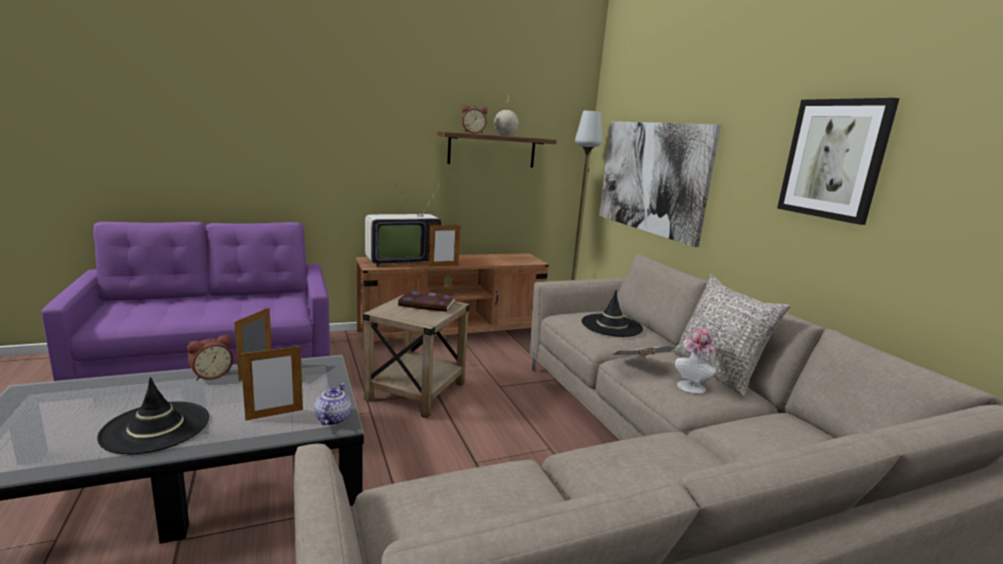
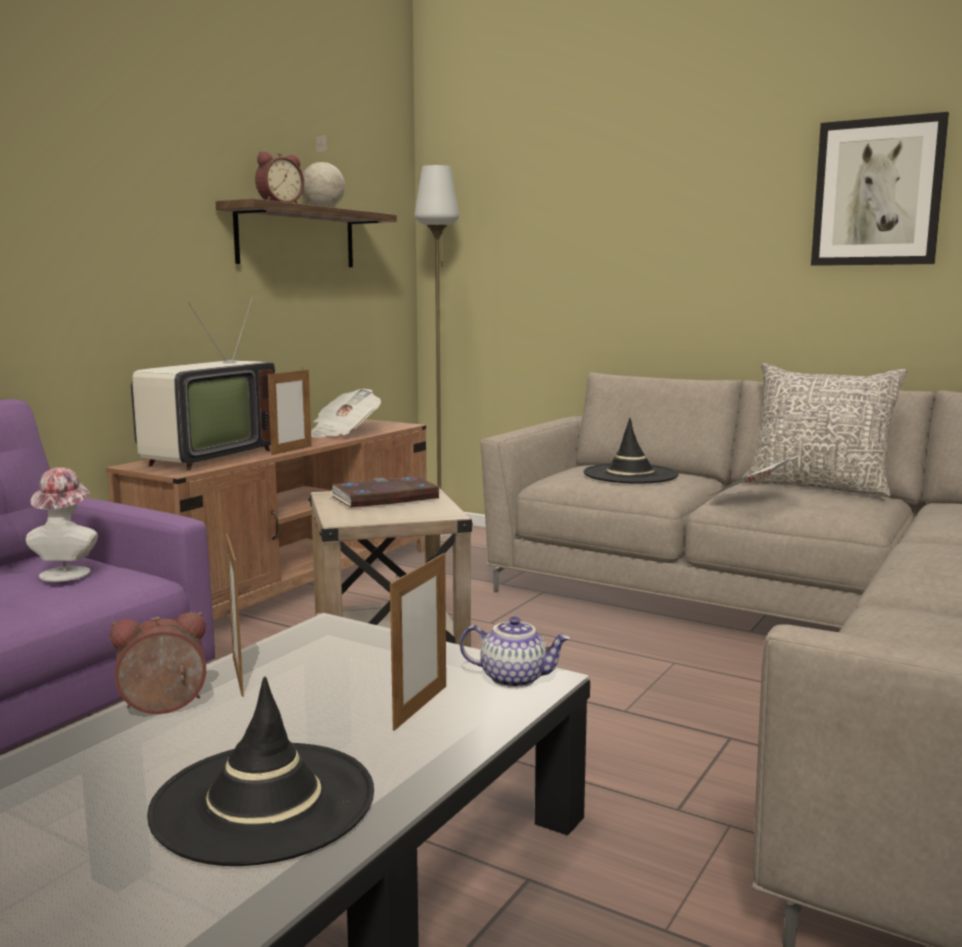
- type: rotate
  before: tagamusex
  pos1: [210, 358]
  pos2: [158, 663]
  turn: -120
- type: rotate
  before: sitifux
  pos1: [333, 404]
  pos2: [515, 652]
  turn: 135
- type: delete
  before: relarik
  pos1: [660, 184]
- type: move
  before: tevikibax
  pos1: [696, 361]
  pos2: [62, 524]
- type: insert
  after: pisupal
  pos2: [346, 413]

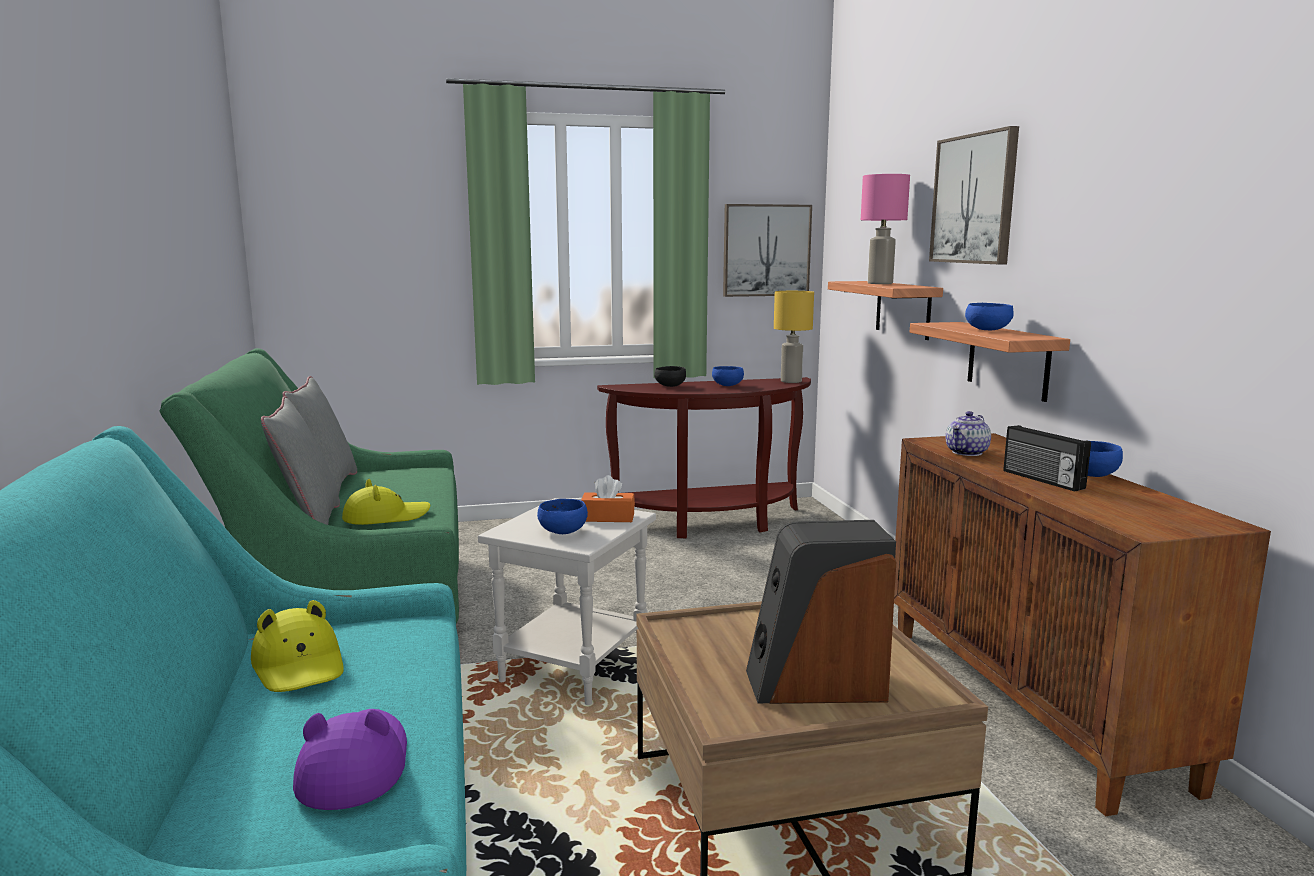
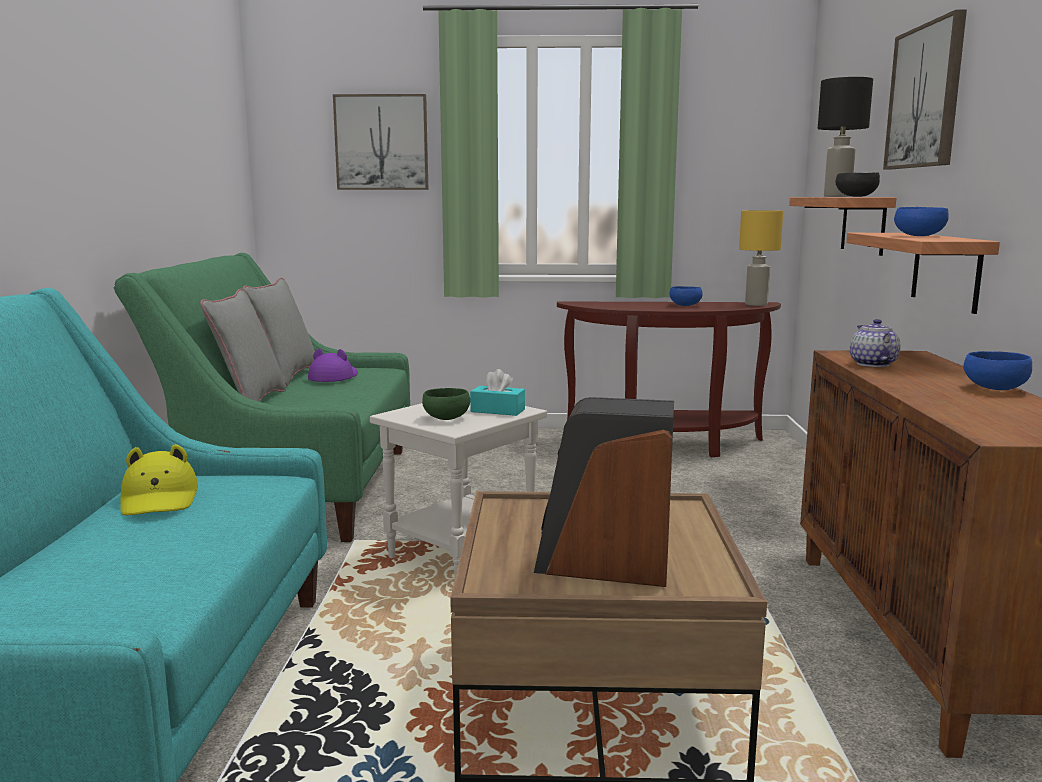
- type: move
  before: purple_tevikibax
  pos1: [350, 759]
  pos2: [333, 365]
- type: delete
  before: yellow_tevikibax
  pos1: [386, 502]
- type: recolor
  before: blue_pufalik
  after: green_pufalik
  pos1: [562, 516]
  pos2: [446, 404]
- type: recolor
  before: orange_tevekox
  after: turquoise_tevekox
  pos1: [608, 498]
  pos2: [497, 392]
- type: move
  before: black_pufalik
  pos1: [670, 376]
  pos2: [858, 185]
- type: move
  before: relarik
  pos1: [767, 250]
  pos2: [380, 142]
- type: recolor
  before: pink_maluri
  after: black_maluri
  pos1: [885, 229]
  pos2: [845, 137]
- type: rotate
  before: sitifux
  pos1: [968, 433]
  pos2: [875, 343]
  turn: 120
- type: delete
  before: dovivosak
  pos1: [1047, 458]

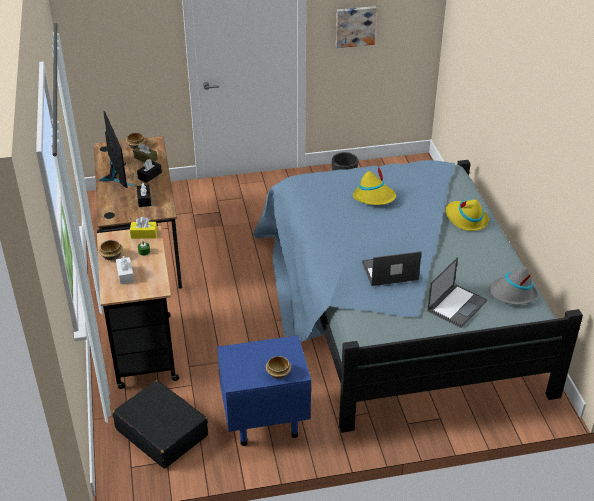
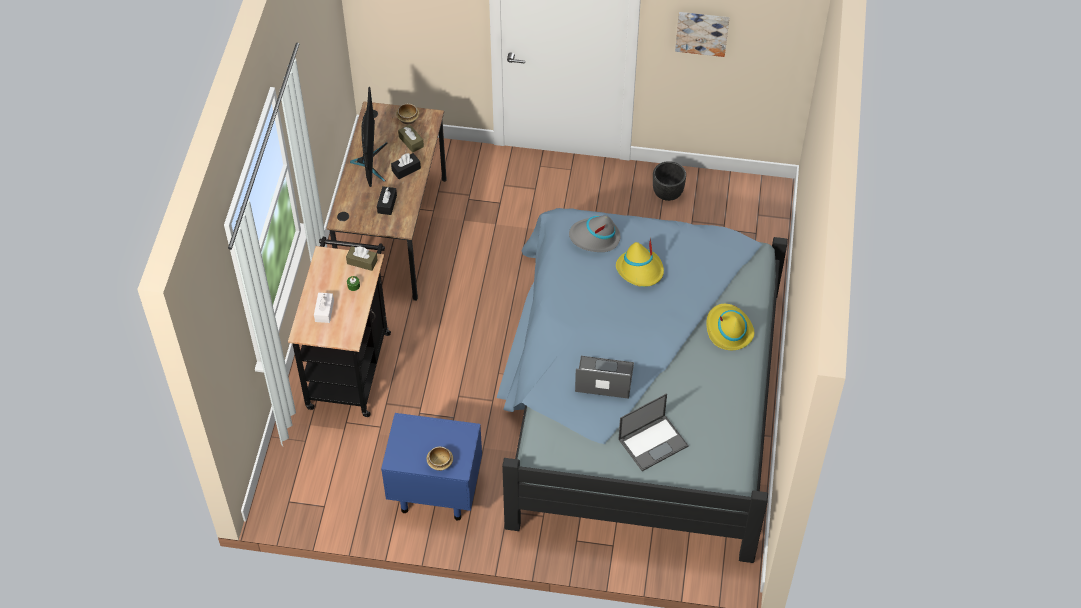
- type: delete
  before: pufalik
  pos1: [111, 250]
- type: delete
  before: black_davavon
  pos1: [160, 424]
- type: recolor
  before: yellow_tevekox
  after: brown_tevekox
  pos1: [143, 228]
  pos2: [362, 258]
- type: move
  before: grey_tevikibax
  pos1: [513, 286]
  pos2: [594, 233]

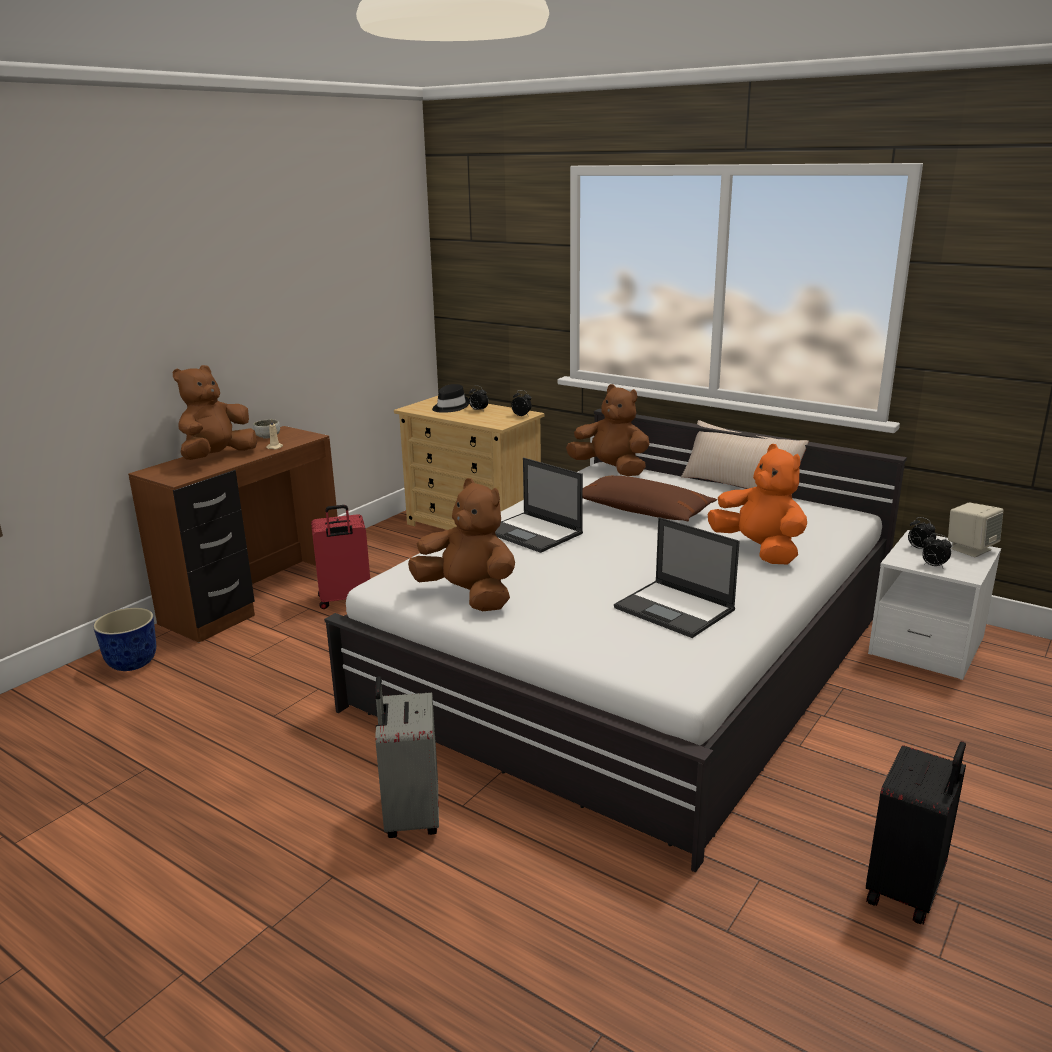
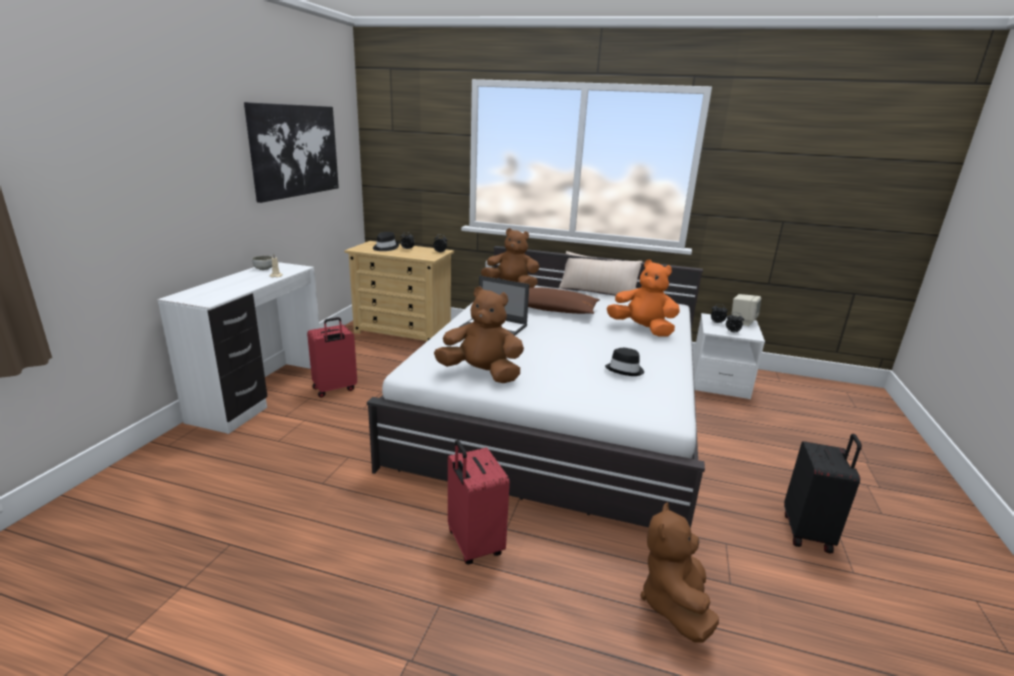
- type: delete
  before: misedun
  pos1: [124, 639]
- type: recolor
  before: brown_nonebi
  after: white_nonebi
  pos1: [233, 534]
  pos2: [238, 348]
- type: move
  before: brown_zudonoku
  pos1: [215, 412]
  pos2: [679, 572]
- type: recolor
  before: grey_davavon
  after: red_davavon
  pos1: [407, 757]
  pos2: [479, 502]
- type: replace
  before: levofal
  after: black_tevikibax
  pos1: [677, 577]
  pos2: [624, 362]
- type: insert
  after: relarik
  pos2: [291, 152]

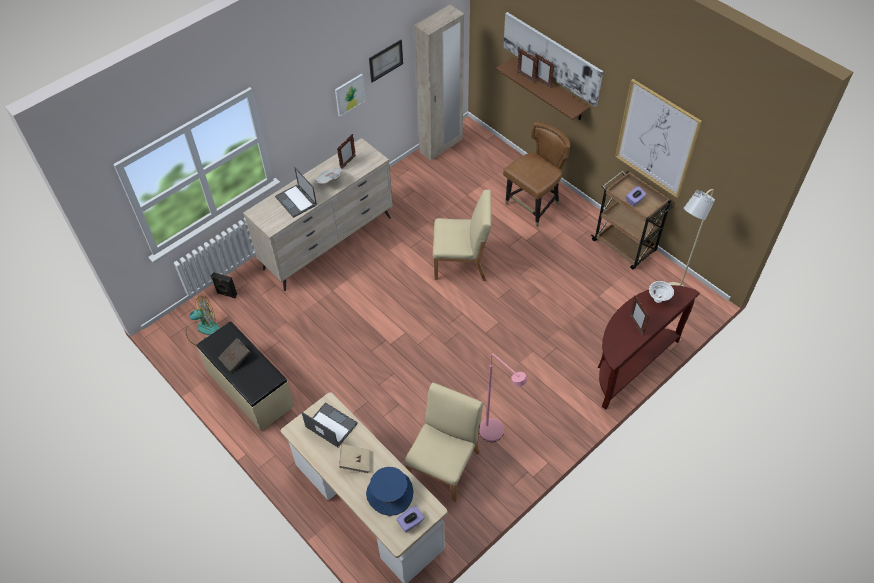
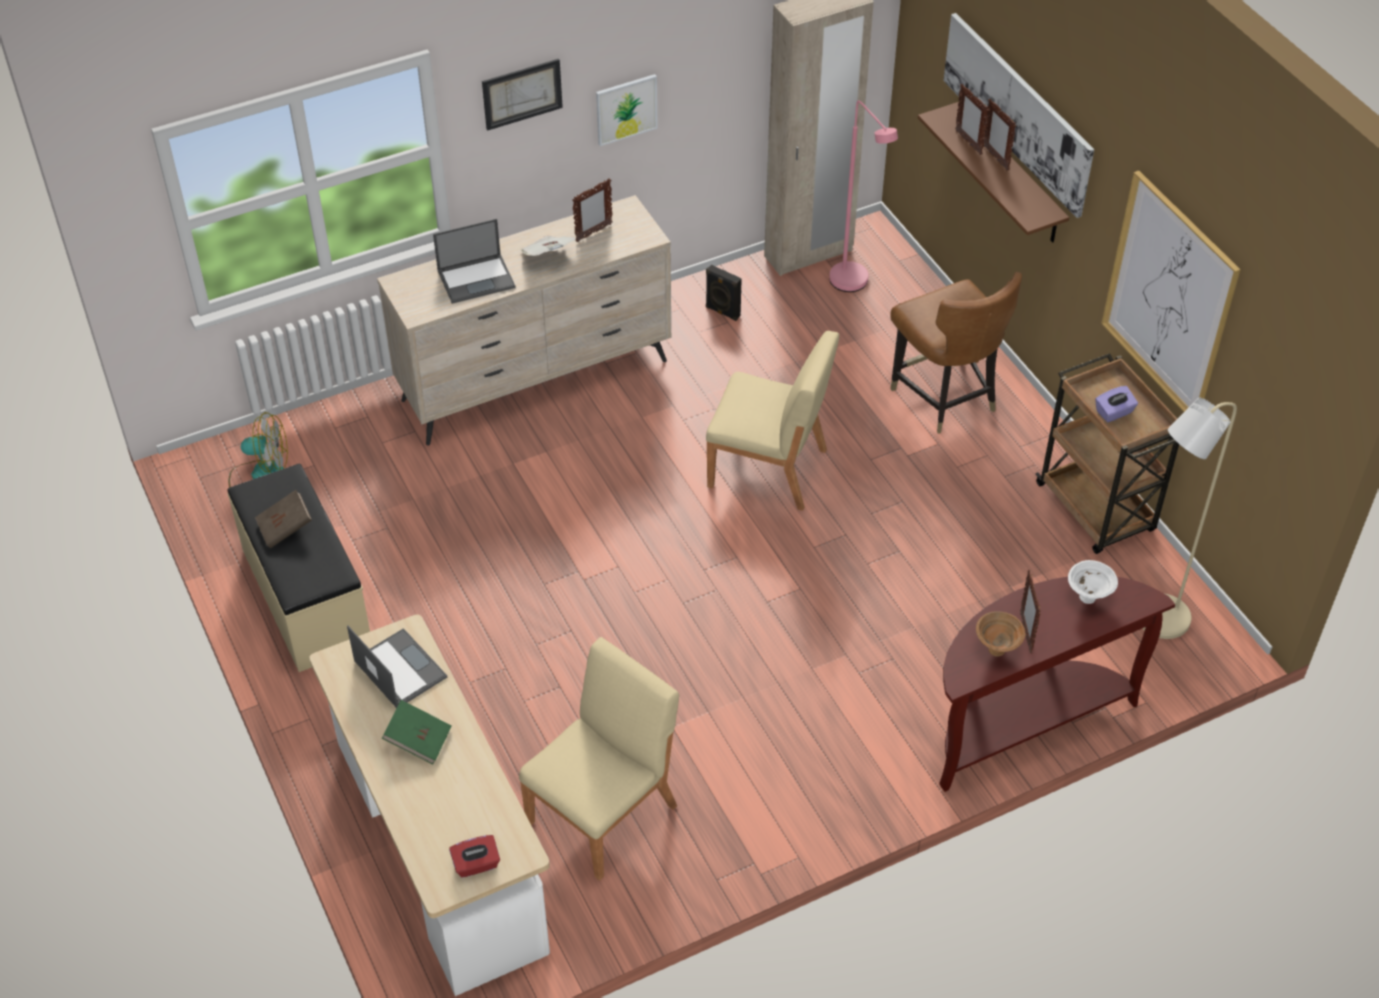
- type: move
  before: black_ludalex
  pos1: [224, 285]
  pos2: [724, 293]
- type: rotate
  before: levofal
  pos1: [296, 192]
  pos2: [474, 261]
  turn: -90
- type: recolor
  before: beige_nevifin
  after: green_nevifin
  pos1: [355, 458]
  pos2: [417, 732]
- type: delete
  before: blue_tevikibax
  pos1: [389, 491]
- type: move
  before: relarik
  pos1: [386, 61]
  pos2: [522, 95]
- type: recolor
  before: purple_tevekox
  after: red_tevekox
  pos1: [410, 519]
  pos2: [474, 856]
- type: move
  before: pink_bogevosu
  pos1: [503, 398]
  pos2: [863, 196]
- type: rotate
  before: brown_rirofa
  pos1: [536, 174]
  pos2: [956, 353]
  turn: 90
- type: insert
  after: brown_pufalik
  pos2: [1001, 634]

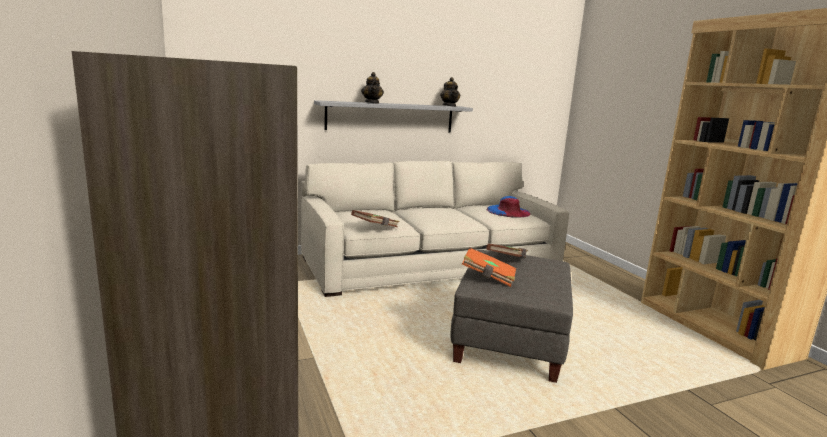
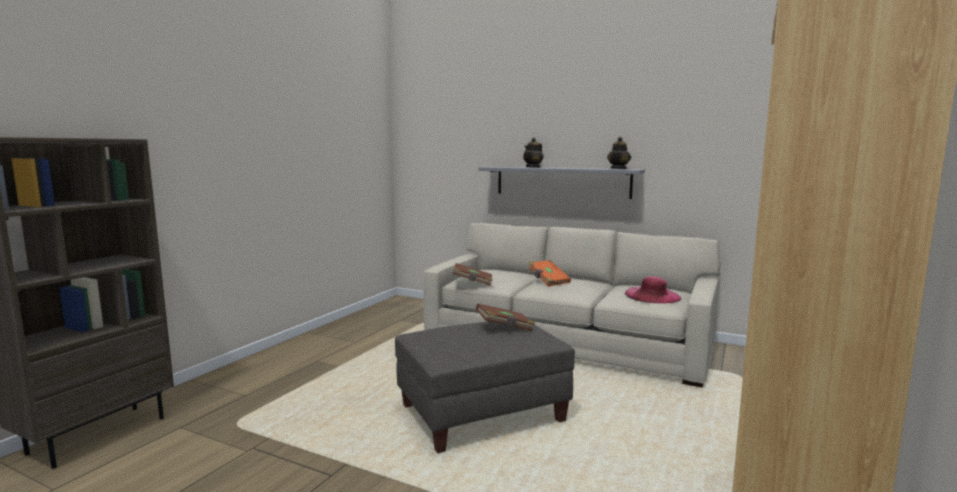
- type: move
  before: orange_nevifin
  pos1: [489, 267]
  pos2: [549, 273]
- type: recolor
  before: blue_tevikibax
  after: pink_tevikibax
  pos1: [508, 207]
  pos2: [653, 290]

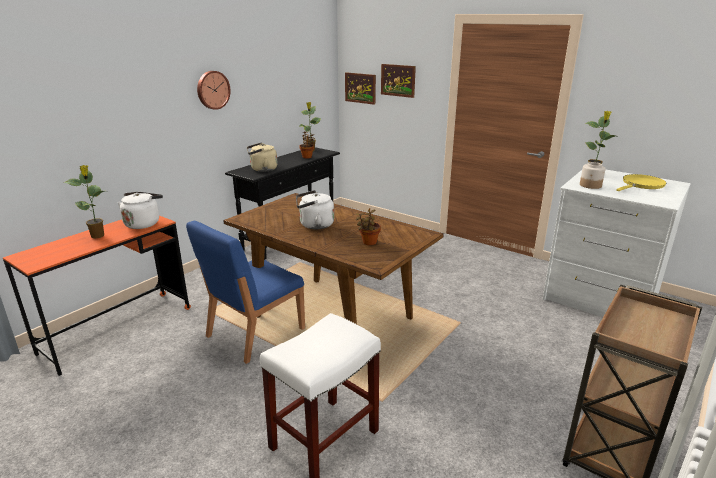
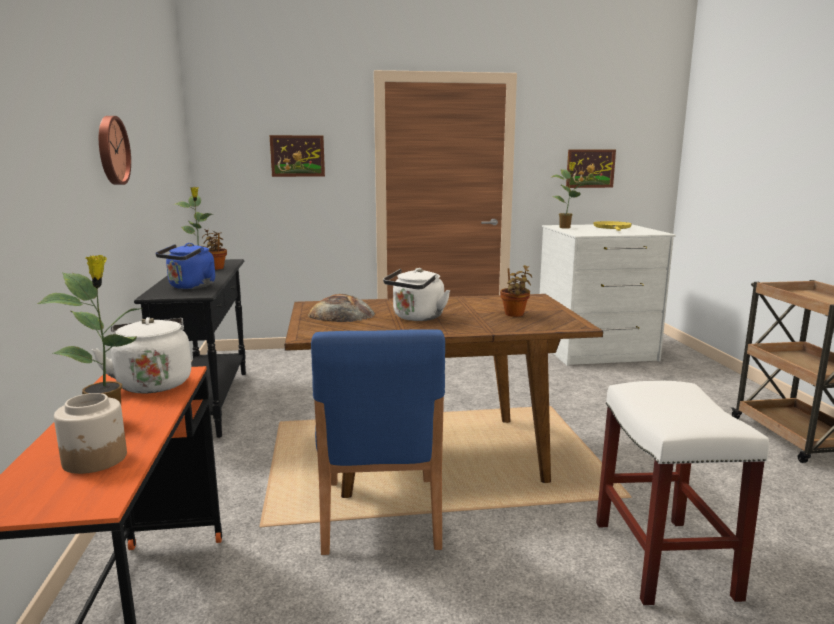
- type: recolor
  before: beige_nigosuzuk
  after: blue_nigosuzuk
  pos1: [262, 157]
  pos2: [185, 266]
- type: move
  before: relarik
  pos1: [360, 88]
  pos2: [591, 169]
- type: move
  before: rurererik
  pos1: [593, 175]
  pos2: [90, 433]
- type: insert
  after: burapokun
  pos2: [341, 308]

